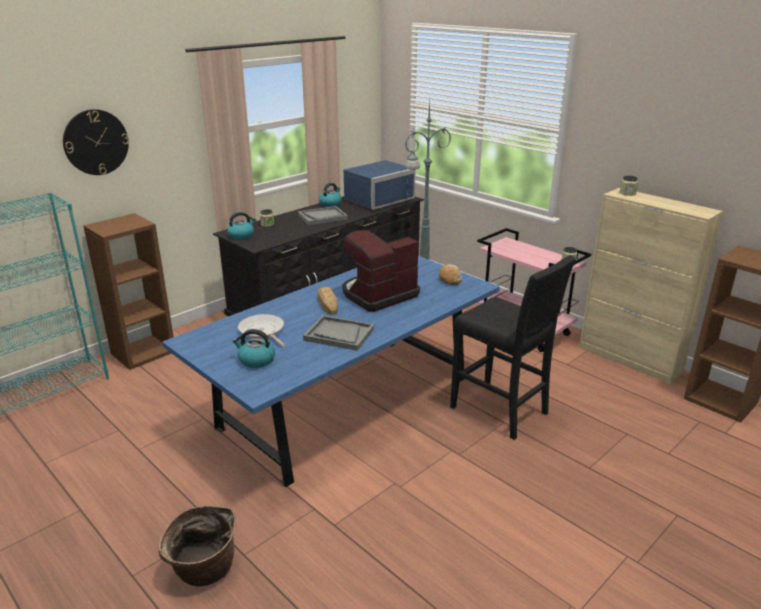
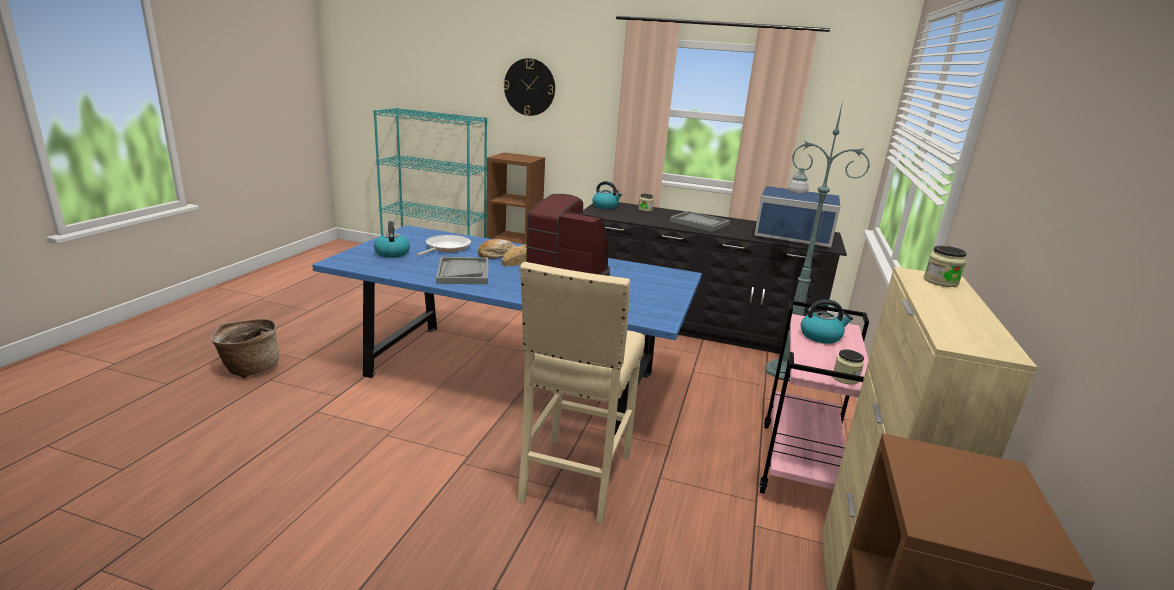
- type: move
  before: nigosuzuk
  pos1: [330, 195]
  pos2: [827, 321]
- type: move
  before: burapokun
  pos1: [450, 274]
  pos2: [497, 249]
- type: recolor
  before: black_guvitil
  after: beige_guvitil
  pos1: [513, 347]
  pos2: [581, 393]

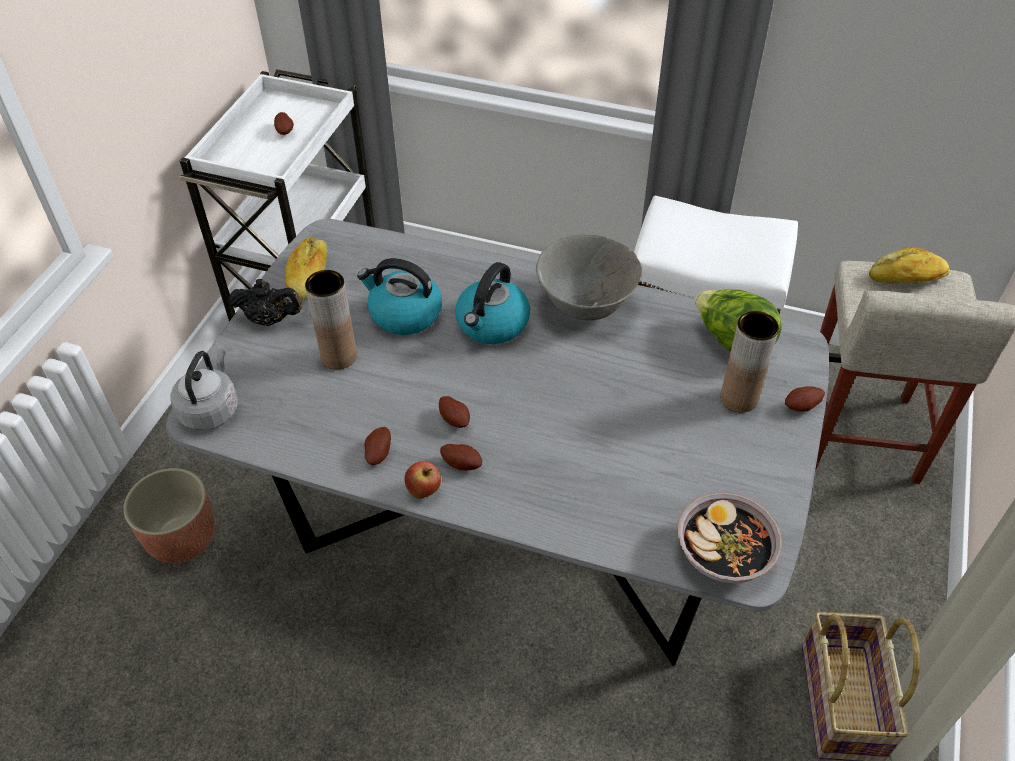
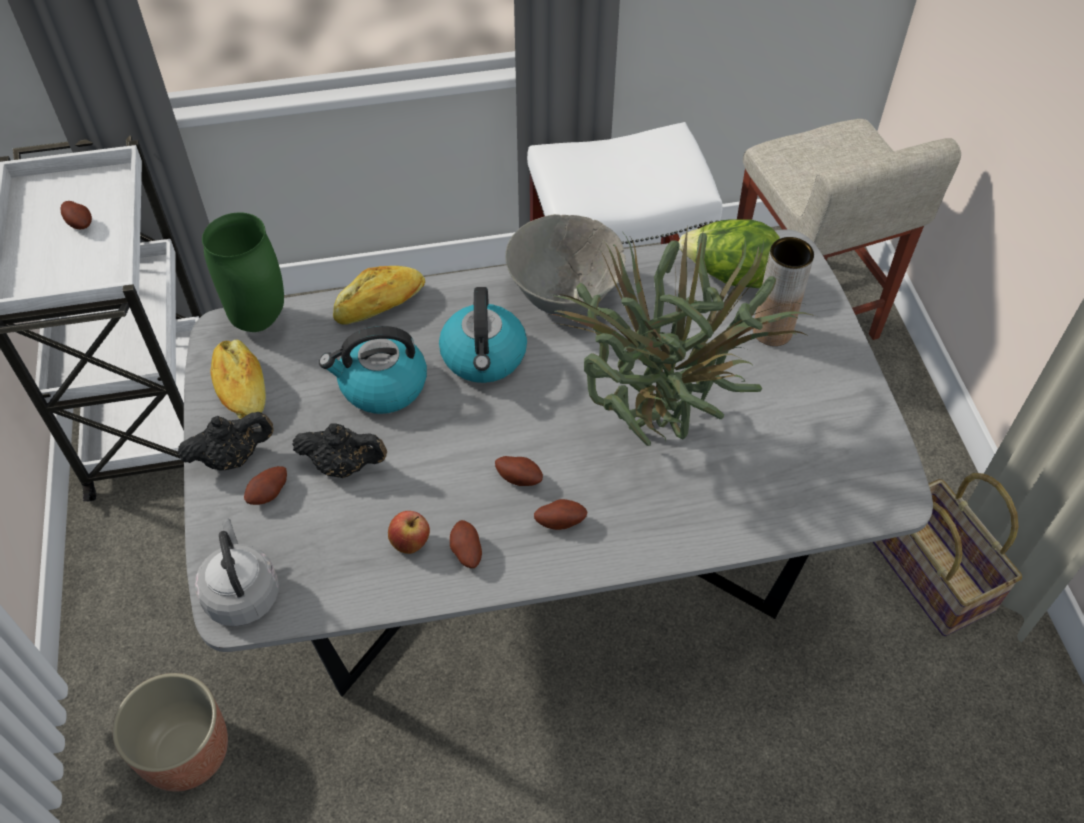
- type: replace
  before: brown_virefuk
  after: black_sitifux
  pos1: [331, 319]
  pos2: [339, 451]
- type: move
  before: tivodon
  pos1: [422, 480]
  pos2: [409, 532]
- type: delete
  before: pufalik
  pos1: [730, 537]
- type: move
  before: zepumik
  pos1: [805, 399]
  pos2: [265, 485]
- type: move
  before: burapokun
  pos1: [909, 264]
  pos2: [379, 295]
- type: insert
  after: green_virefuk
  pos2: [243, 272]
- type: insert
  after: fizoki
  pos2: [682, 336]

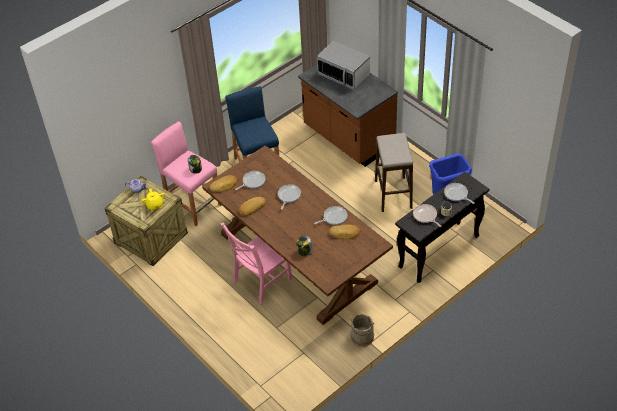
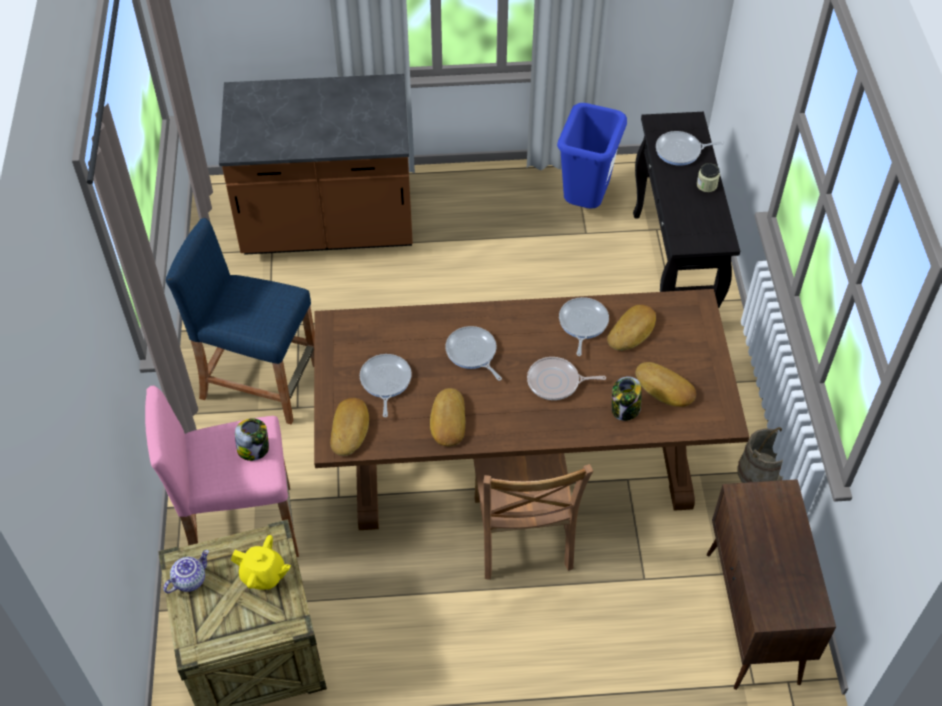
- type: recolor
  before: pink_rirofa
  after: brown_rirofa
  pos1: [256, 263]
  pos2: [533, 516]
- type: delete
  before: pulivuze
  pos1: [343, 65]
- type: delete
  before: guvitil
  pos1: [394, 172]
- type: move
  before: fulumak
  pos1: [427, 215]
  pos2: [566, 378]
- type: insert
  after: burapokun
  pos2: [665, 384]
- type: insert
  after: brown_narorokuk
  pos2: [771, 584]

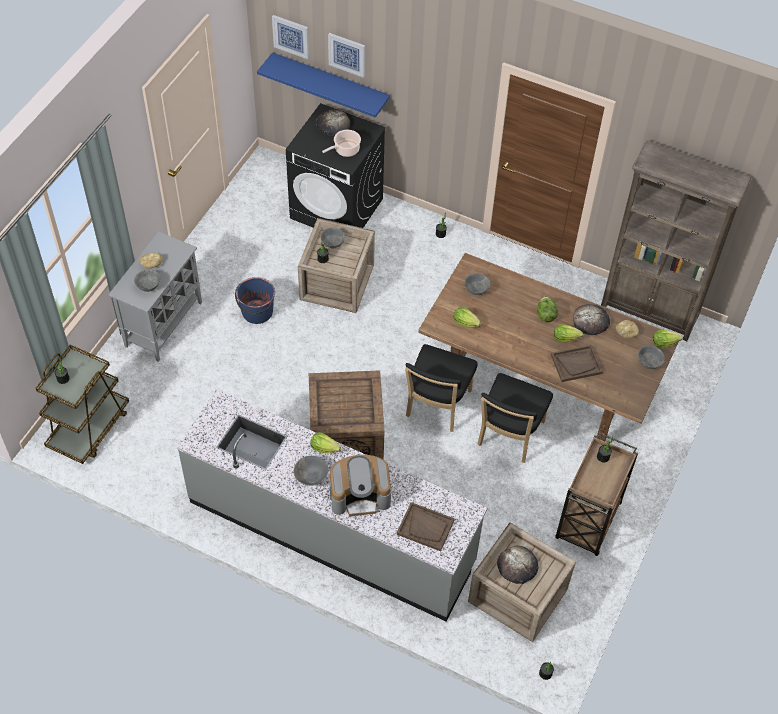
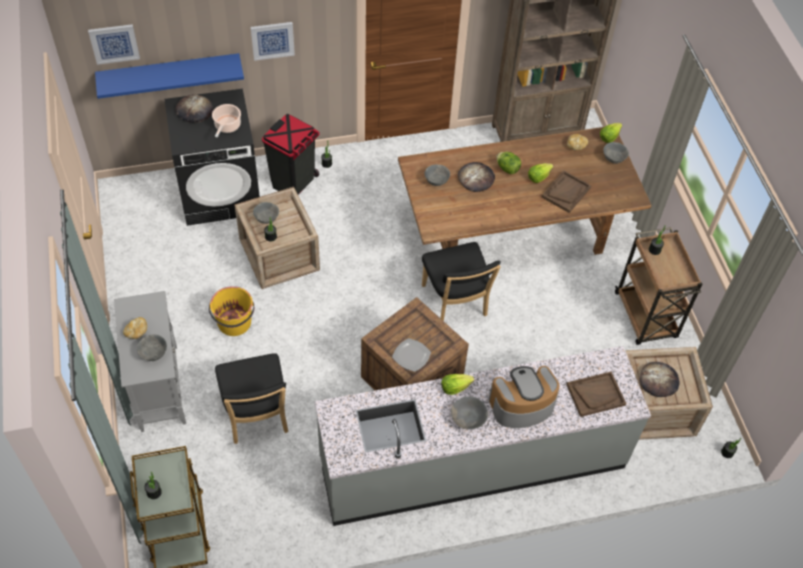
- type: recolor
  before: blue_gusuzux
  after: yellow_gusuzux
  pos1: [255, 300]
  pos2: [232, 311]
- type: move
  before: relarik
  pos1: [346, 55]
  pos2: [273, 41]
- type: rotate
  before: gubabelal
  pos1: [360, 485]
  pos2: [524, 397]
  turn: -150
- type: delete
  before: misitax
  pos1: [467, 317]
- type: move
  before: black_rirofa
  pos1: [515, 418]
  pos2: [251, 398]
- type: move
  before: burapokun
  pos1: [591, 319]
  pos2: [476, 177]
- type: insert
  after: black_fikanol
  pos2: [291, 154]
- type: insert
  after: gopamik
  pos2: [411, 355]

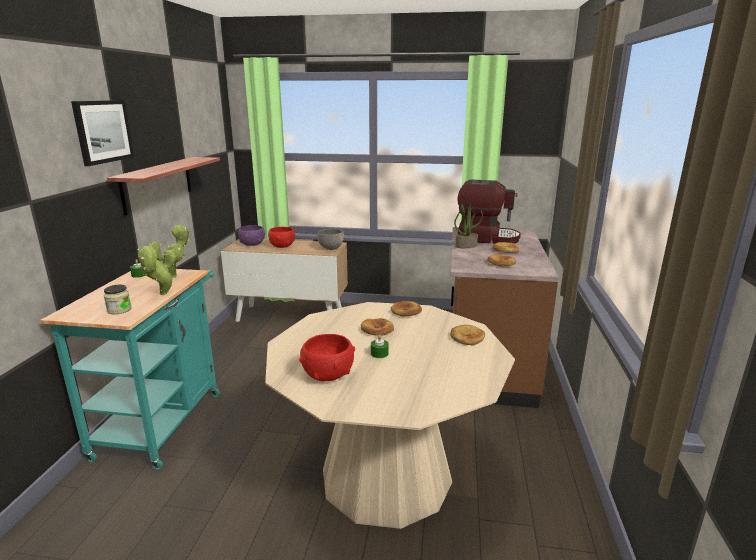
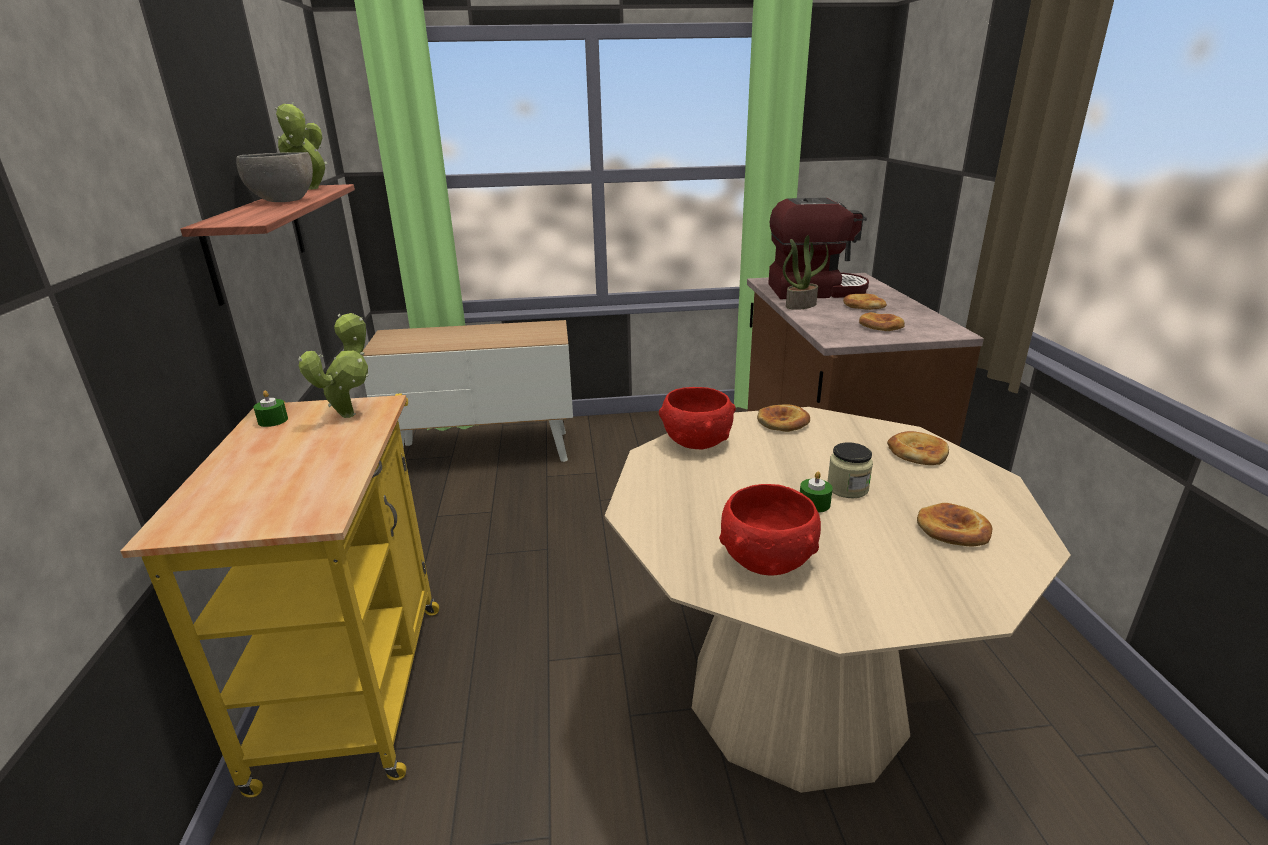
- type: recolor
  before: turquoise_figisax
  after: yellow_figisax
  pos1: [130, 369]
  pos2: [279, 595]
- type: delete
  before: relarik
  pos1: [102, 133]
- type: move
  before: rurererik
  pos1: [118, 299]
  pos2: [850, 470]
- type: move
  before: fizoki
  pos1: [156, 270]
  pos2: [301, 146]
- type: delete
  before: purple_pufalik
  pos1: [251, 235]
- type: move
  before: red_pufalik
  pos1: [281, 237]
  pos2: [697, 418]
- type: move
  before: grey_pufalik
  pos1: [330, 239]
  pos2: [274, 177]
- type: move
  before: burapokun
  pos1: [377, 327]
  pos2: [955, 525]

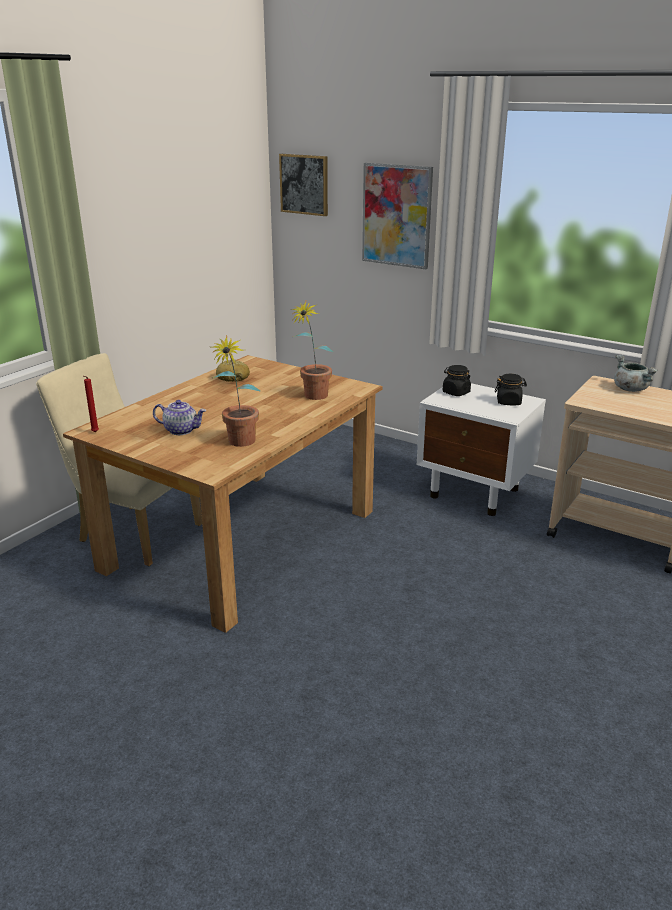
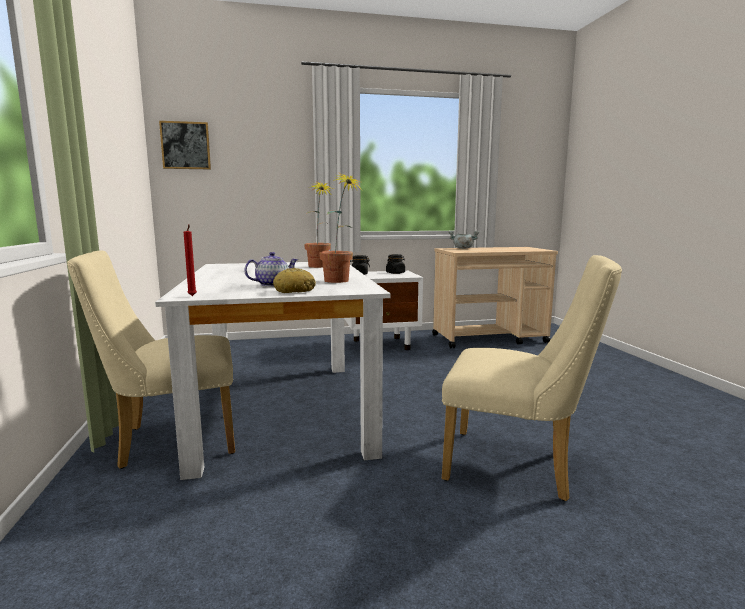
- type: recolor
  before: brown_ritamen
  after: white_ritamen
  pos1: [223, 494]
  pos2: [273, 371]
- type: move
  before: burapokun
  pos1: [233, 371]
  pos2: [294, 280]
- type: delete
  before: relarik
  pos1: [397, 216]
- type: insert
  after: beige_rirofa
  pos2: [532, 378]

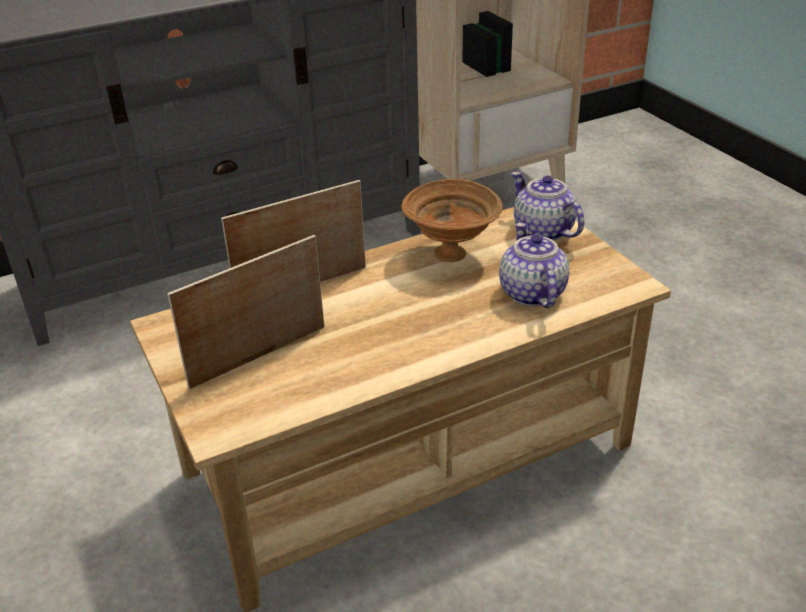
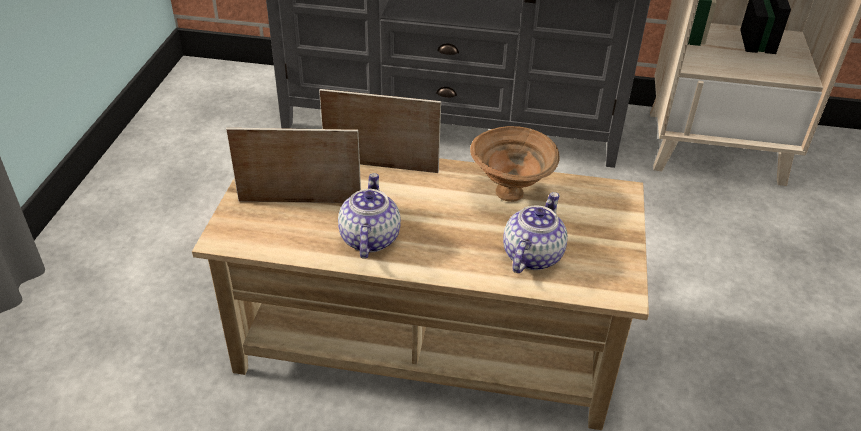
- type: move
  before: sitifux
  pos1: [548, 206]
  pos2: [369, 216]

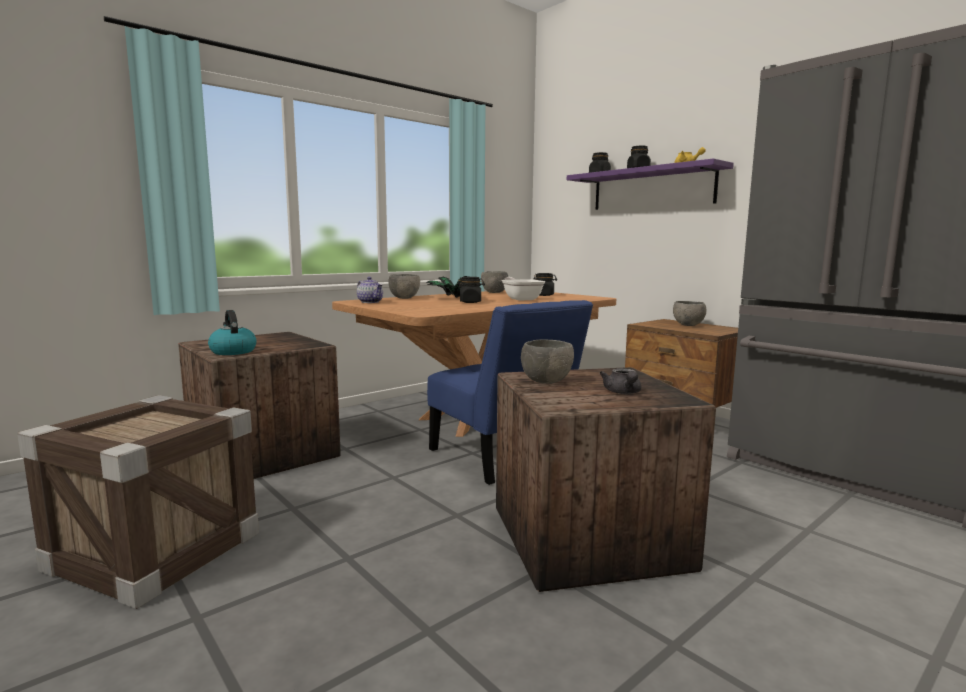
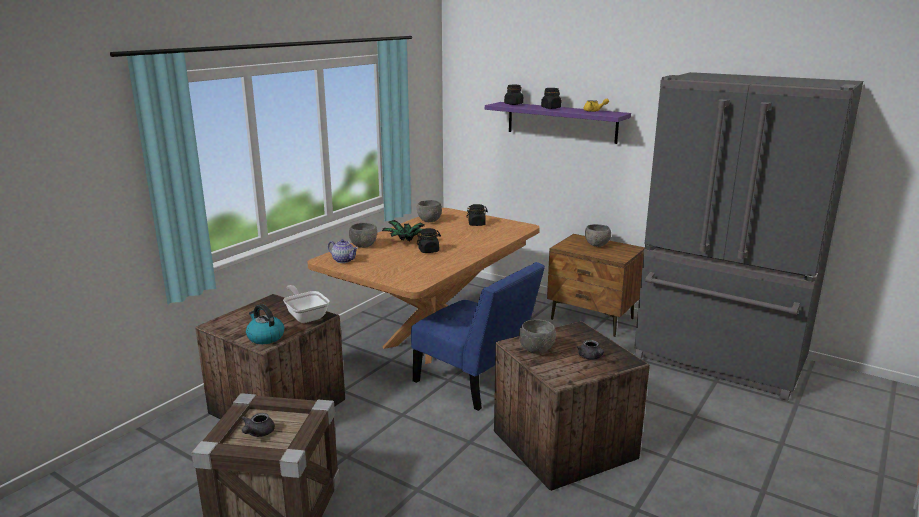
- type: move
  before: fulumak
  pos1: [523, 289]
  pos2: [306, 304]
- type: insert
  after: grey_sitifux
  pos2: [258, 425]

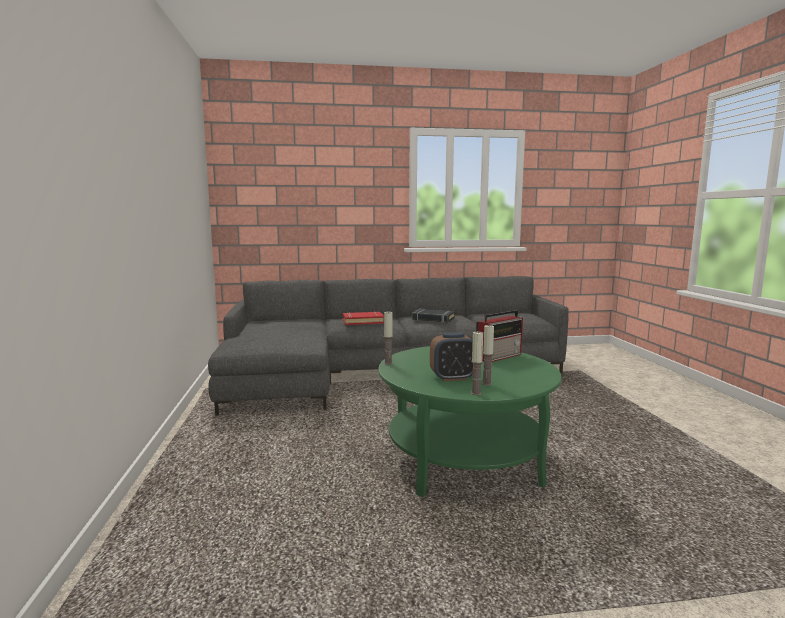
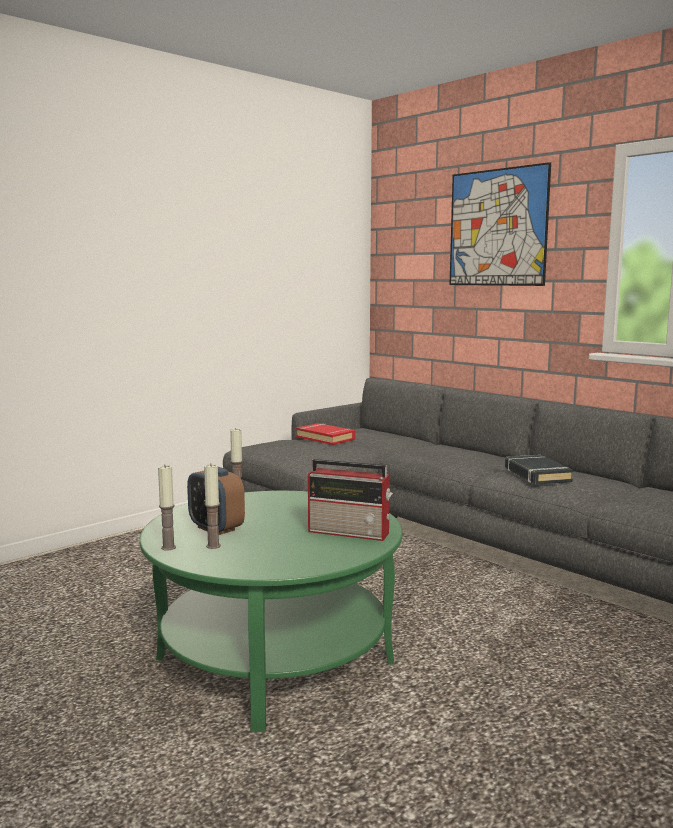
- type: move
  before: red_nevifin
  pos1: [363, 318]
  pos2: [325, 434]
- type: insert
  after: relarik
  pos2: [500, 224]

